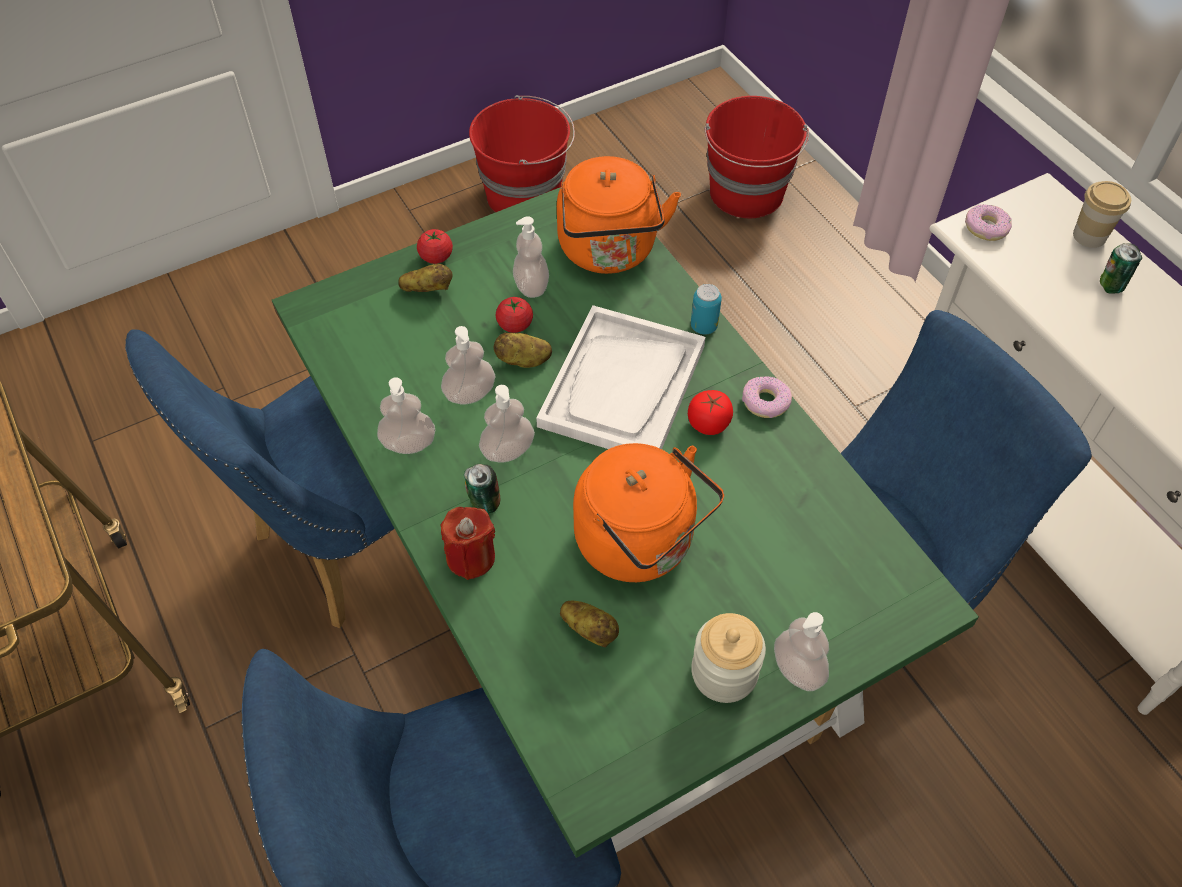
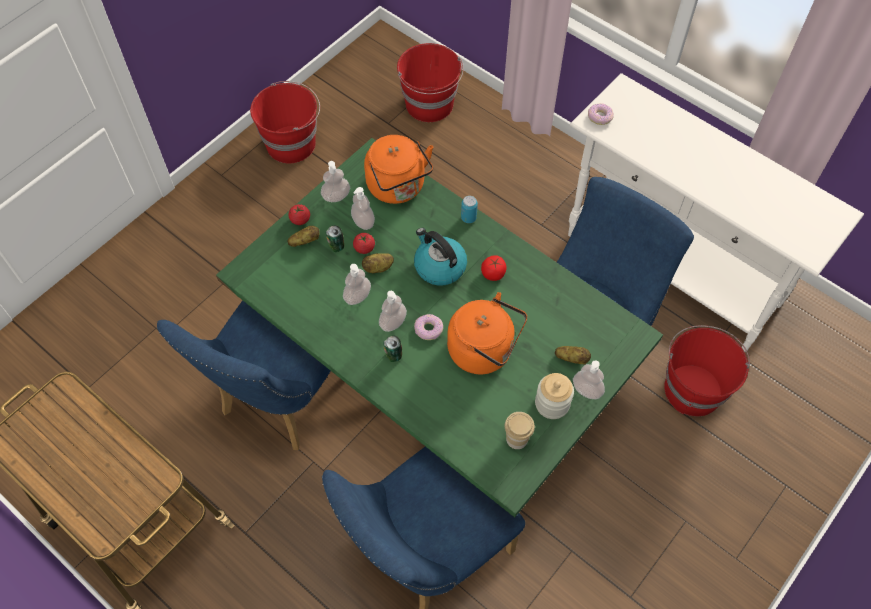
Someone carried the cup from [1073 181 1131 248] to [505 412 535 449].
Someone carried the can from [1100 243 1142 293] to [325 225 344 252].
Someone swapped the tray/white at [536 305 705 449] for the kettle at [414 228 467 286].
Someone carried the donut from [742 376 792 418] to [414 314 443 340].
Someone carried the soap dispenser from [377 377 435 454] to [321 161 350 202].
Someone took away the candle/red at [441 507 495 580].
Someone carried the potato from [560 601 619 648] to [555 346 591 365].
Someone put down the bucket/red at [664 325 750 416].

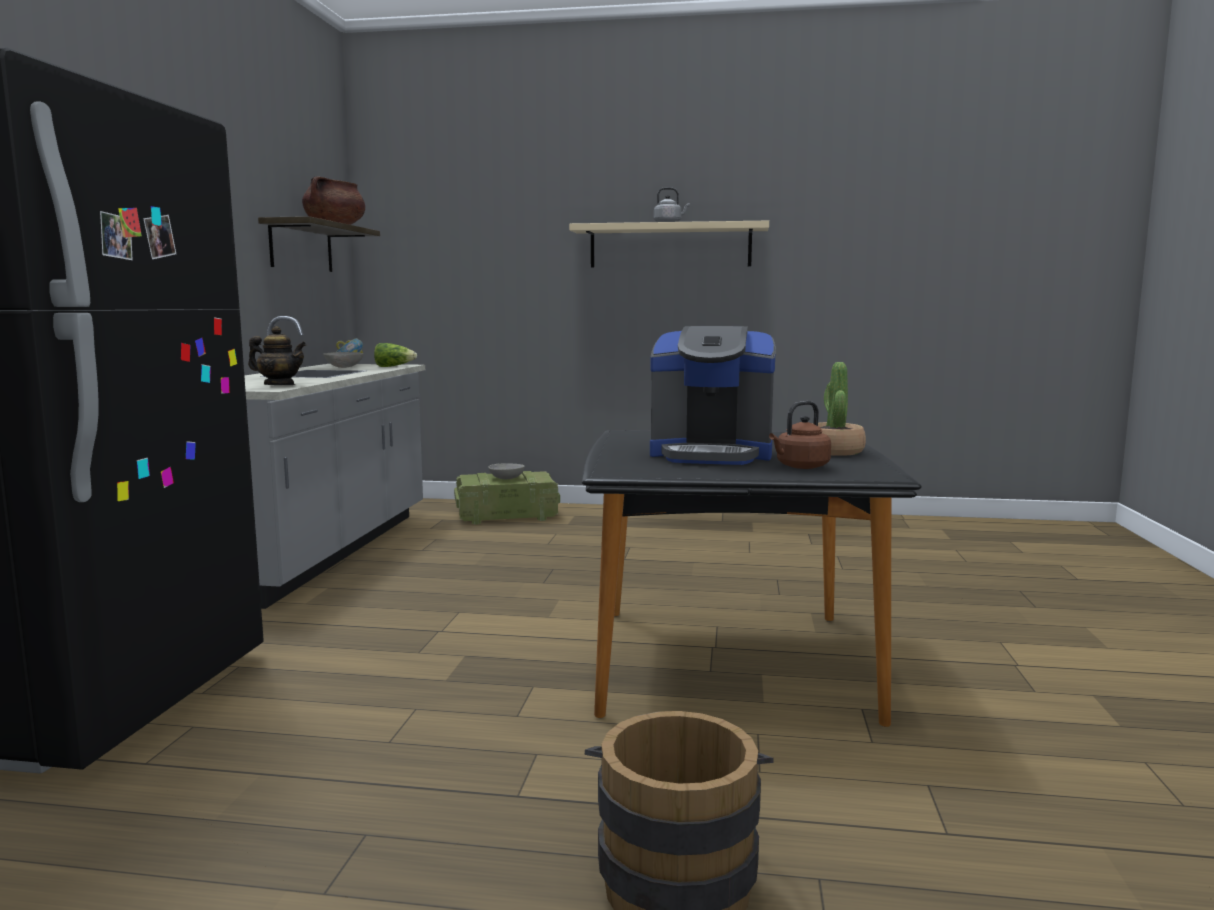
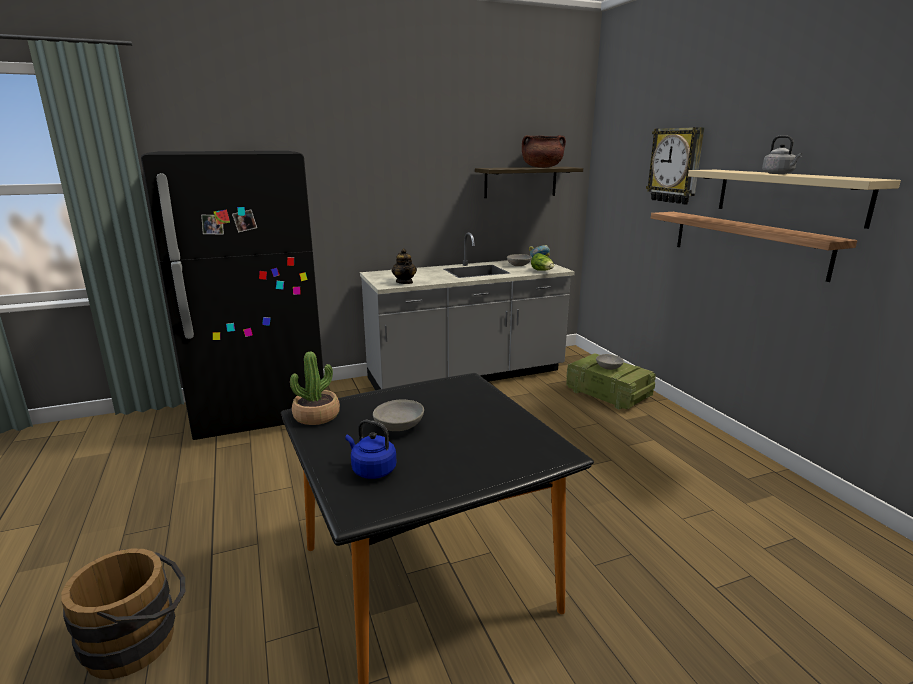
Someone swapped the coffee machine at [650 326 776 465] for the bowl/grey at [373 399 424 431].
Someone carried the potted plant from [812 362 866 456] to [290 352 340 425].
Someone repainted the kettle/brown at [769 401 831 469], which became the kettle/blue at [346 420 396 479].
Someone put up the wall clock at [646 127 704 204].
Someone put up the shelf at [651 212 857 282].

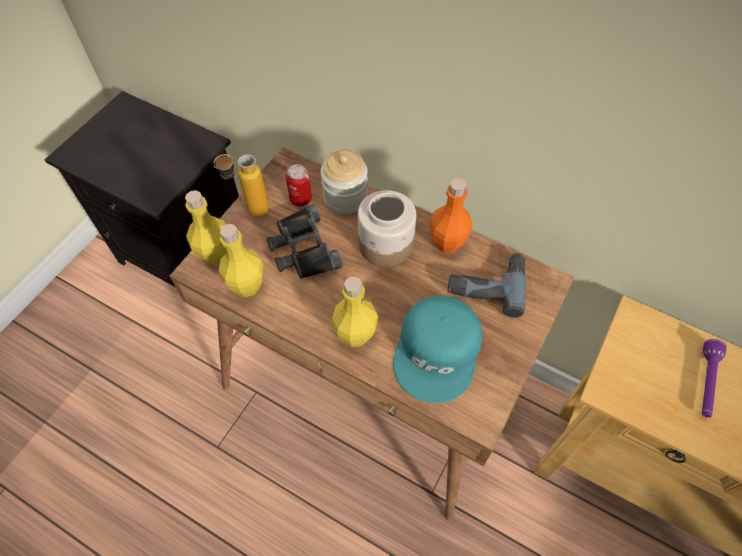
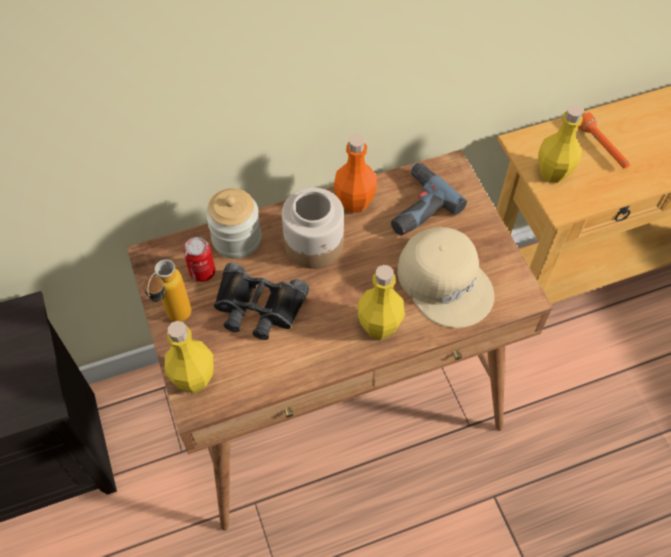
Someone carried the bottle/yellow from [219 224 263 297] to [538 105 583 183].
Someone repainted the cap/turquoise at [393 295 483 403], which became the cap/beige at [397 227 494 328].
Someone repainted the flashlight/purple at [702 339 726 418], which became the flashlight/orange at [578 112 630 169].

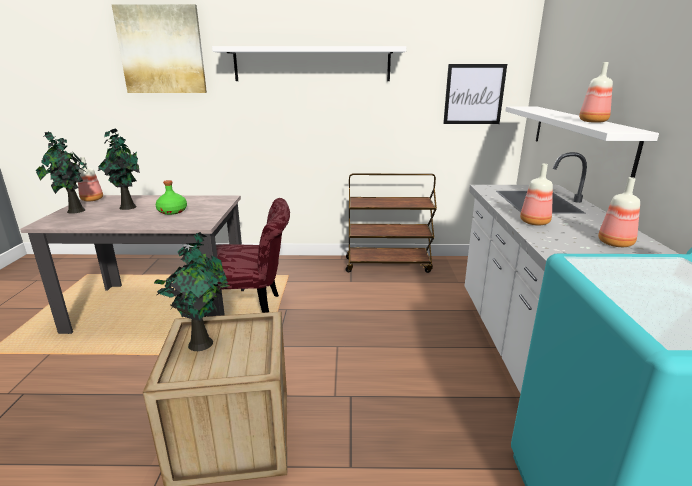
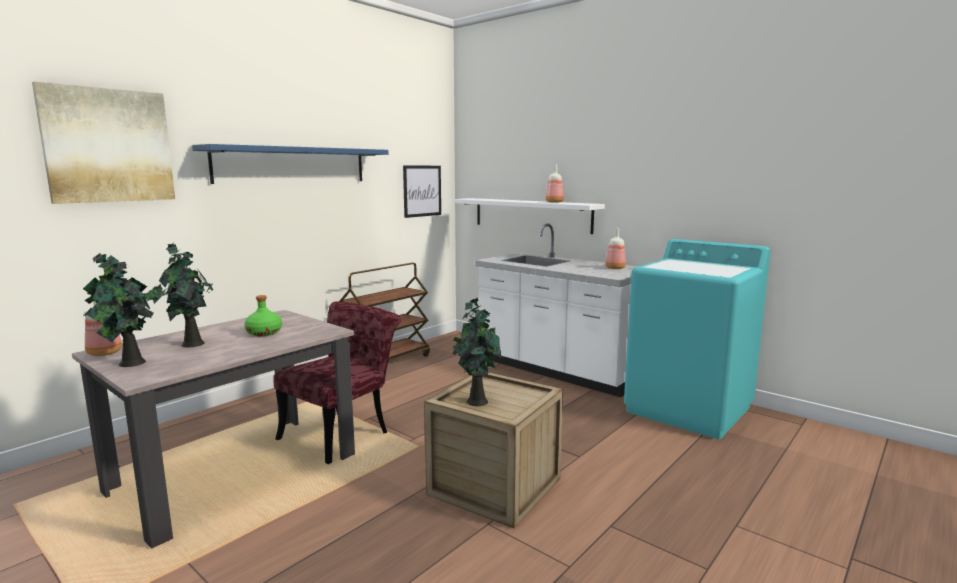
Someone repainted the shelf/white at [212 46 406 81], which became the shelf/blue at [192 144 388 184].
Someone took away the bottle at [520 164 553 226].

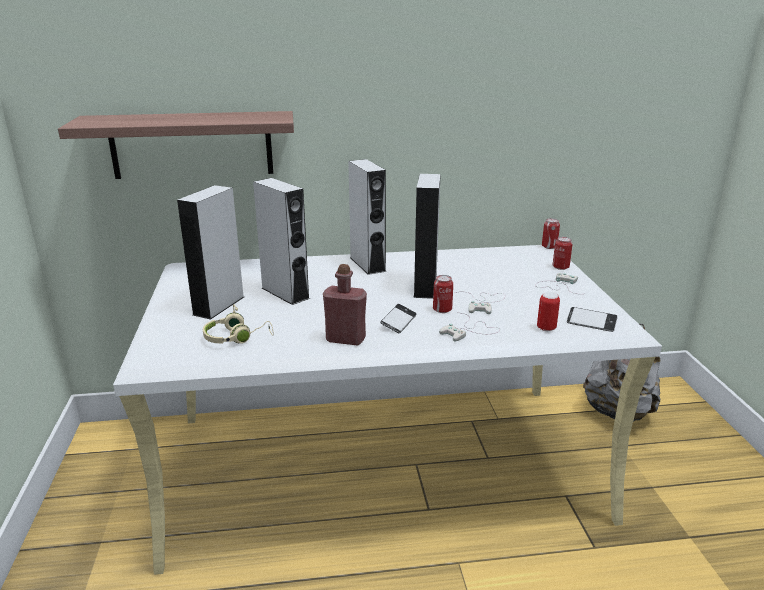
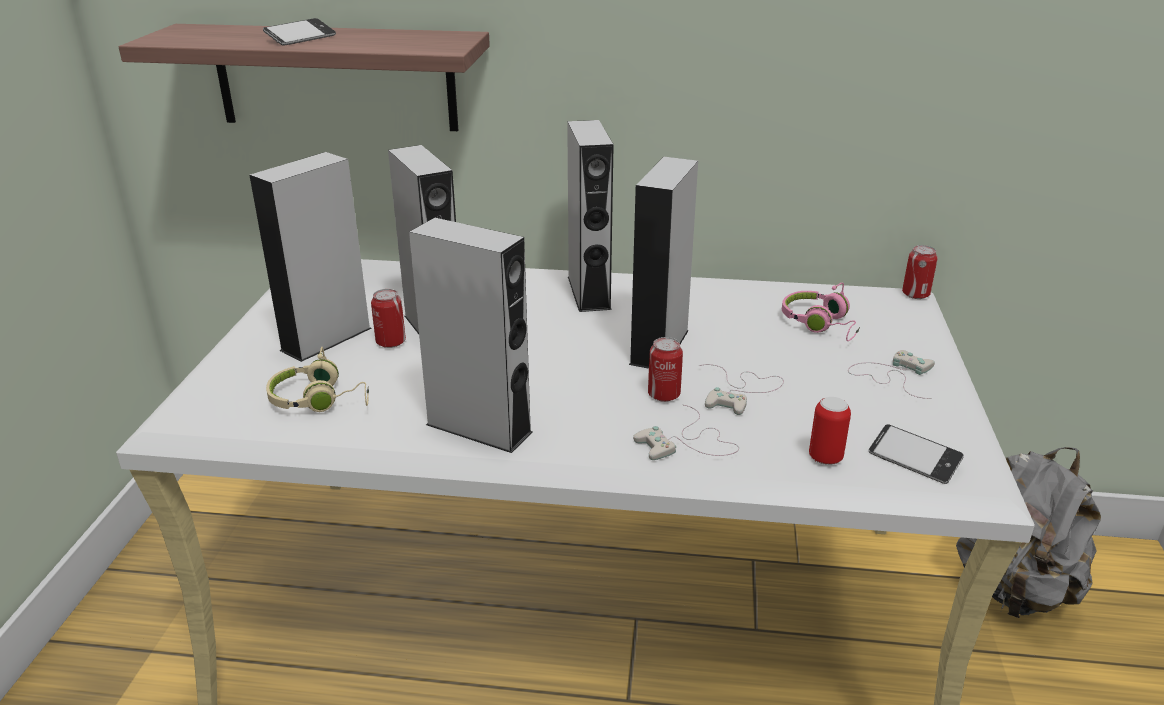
Someone carried the can from [553 237 572 270] to [371 289 406 348].
Someone swapped the bottle/red at [323 264 367 346] for the speaker/grey at [409 218 532 453].
Someone carried the phone from [380 304 417 333] to [263 18 336 46].
Someone put down the headphones/pink at [782 282 860 341].

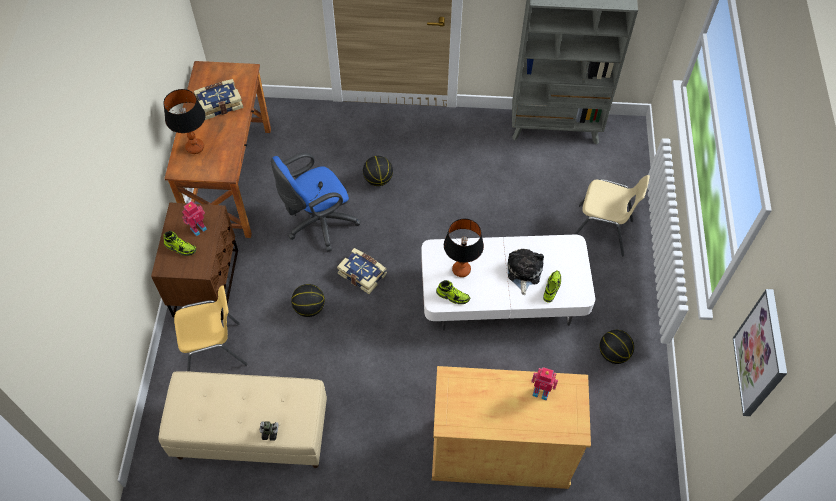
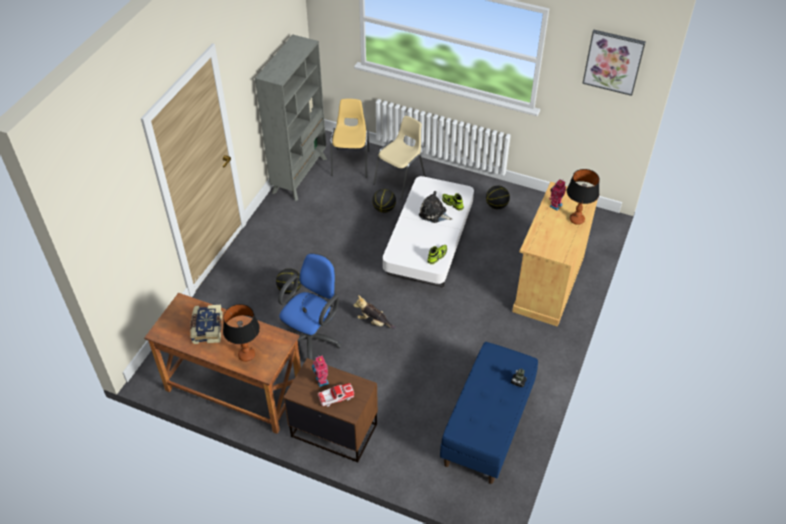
Someone rotated the office chair/blue at [271 153 361 252] by 135 degrees counterclockwise.
Someone carried the table lamp from [444 219 484 277] to [567 169 600 225].
Someone swapped the shoe at [164 231 196 256] for the toy car at [318 383 354 407].
Someone swapped the book at [337 248 387 294] for the plush toy at [353 295 396 329].
Someone carried the basketball from [291 284 325 317] to [372 189 396 213].
Someone carried the chair/yellow from [174 285 247 372] to [330 98 369 178].
Someone repainted the bench/beige at [158 371 327 468], which became the bench/blue at [440 342 538 484].

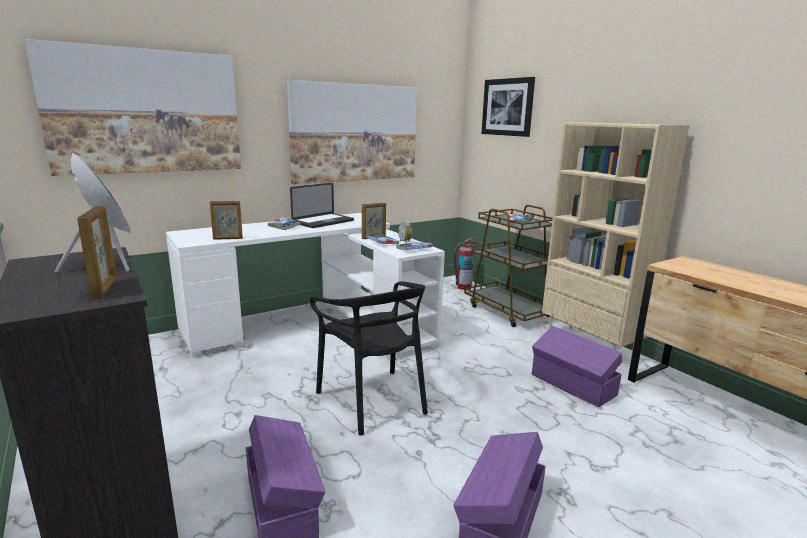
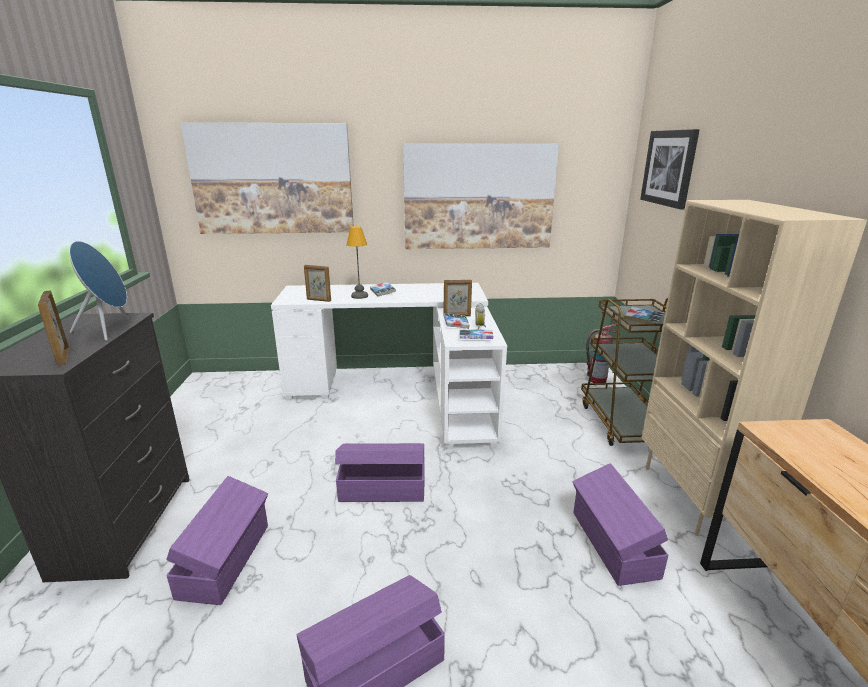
Someone took away the laptop at [290 183 354 228].
Someone rotated the picture frame at [77 206 117 300] by 135 degrees clockwise.
Someone swapped the chair/black at [310 282 428 436] for the storage box/purple at [335 443 424 502].
Someone put down the table lamp at [346 226 368 299].

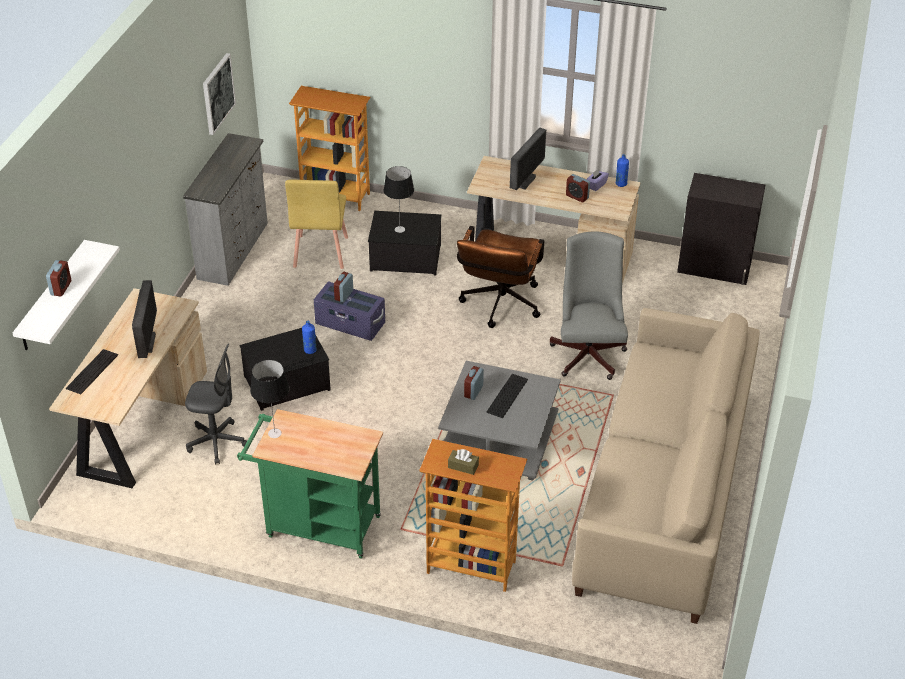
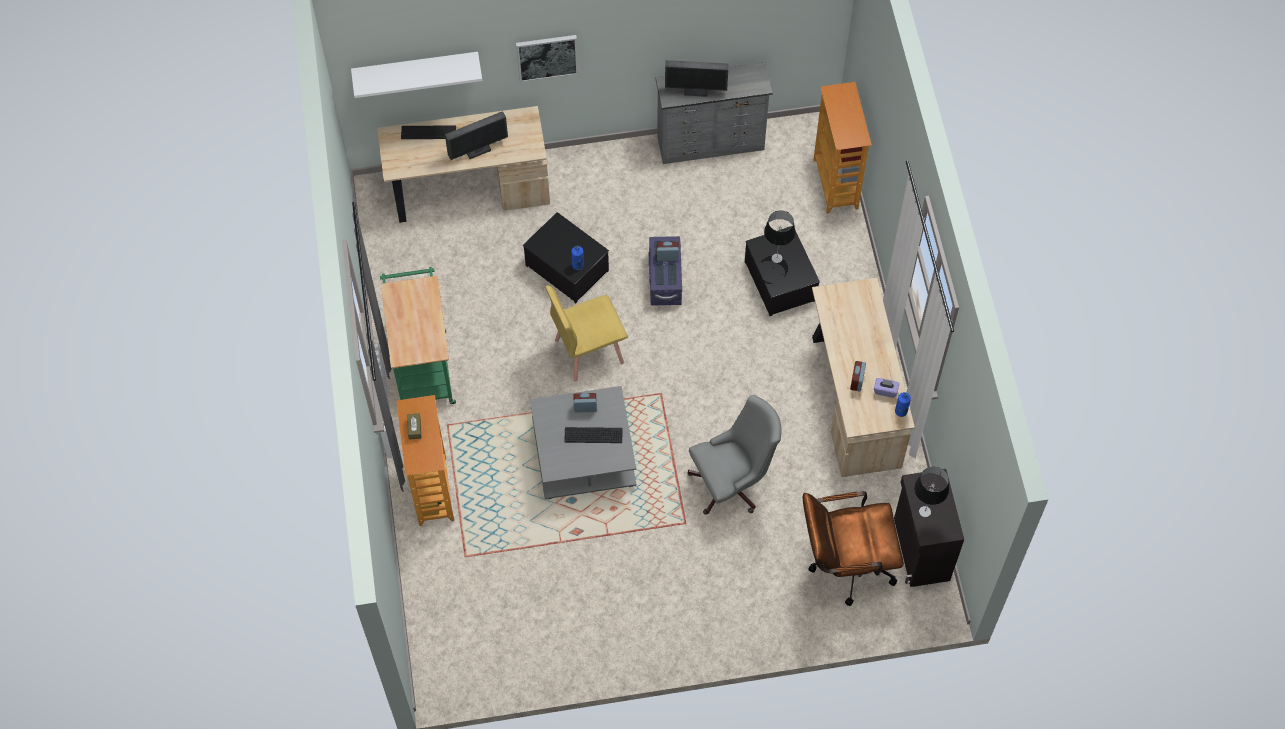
Someone carried the picture from [203 53 236 135] to [516 35 579 82].
Someone carried the monitor from [510 127 546 190] to [665 60 729 97].
Someone carried the chair/yellow from [285 180 348 269] to [545 285 628 382].
Someone carried the office chair/brown from [457 226 544 328] to [803 491 904 606].
Someone took away the alarm clock at [46 260 71 297].
Someone took away the sofa/beige at [572 308 759 624].
Someone took away the office chair/grey at [185 344 247 465].
Someone carried the table lamp from [250 360 289 438] to [914 466 949 517].

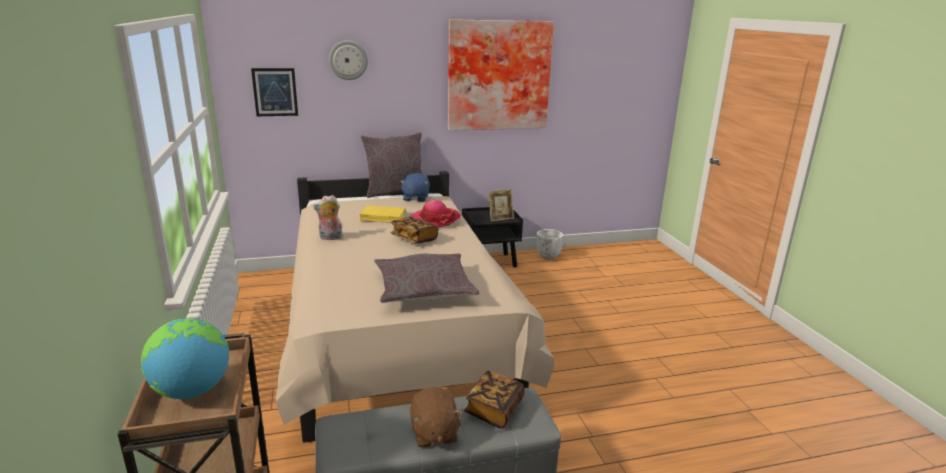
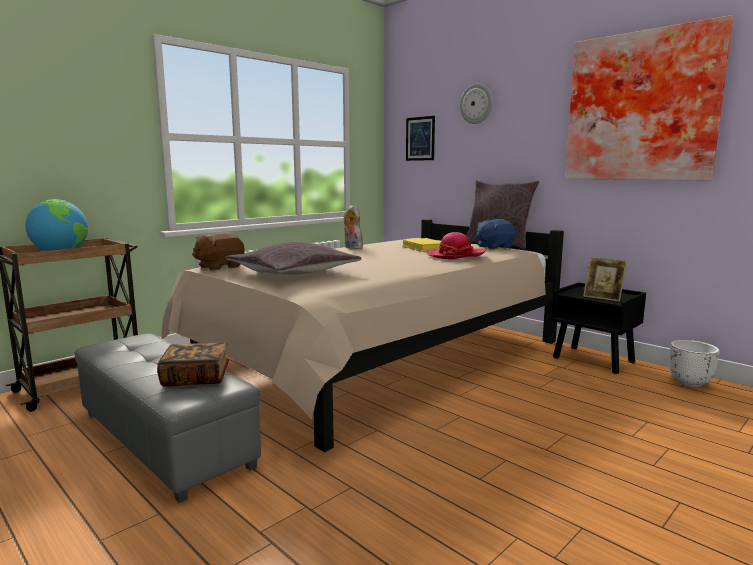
Someone took away the book at [391 217 438 244].
Someone carried the plush toy/brown from [410 388 463 448] to [192 232 244 271].

